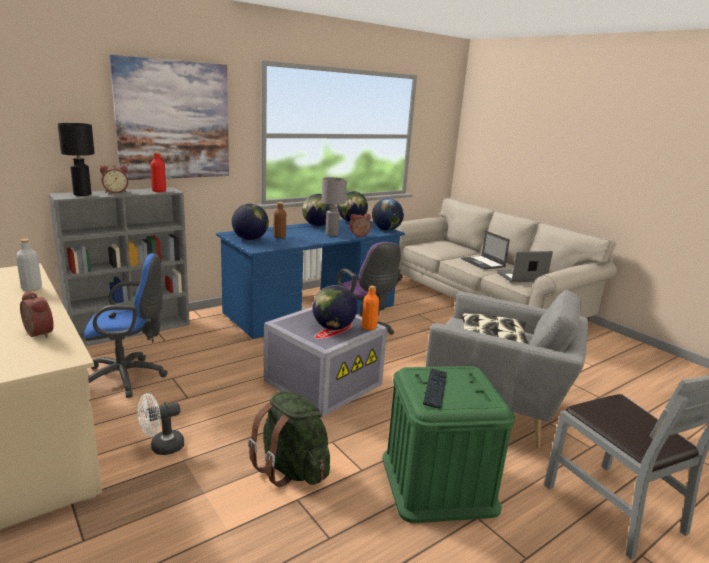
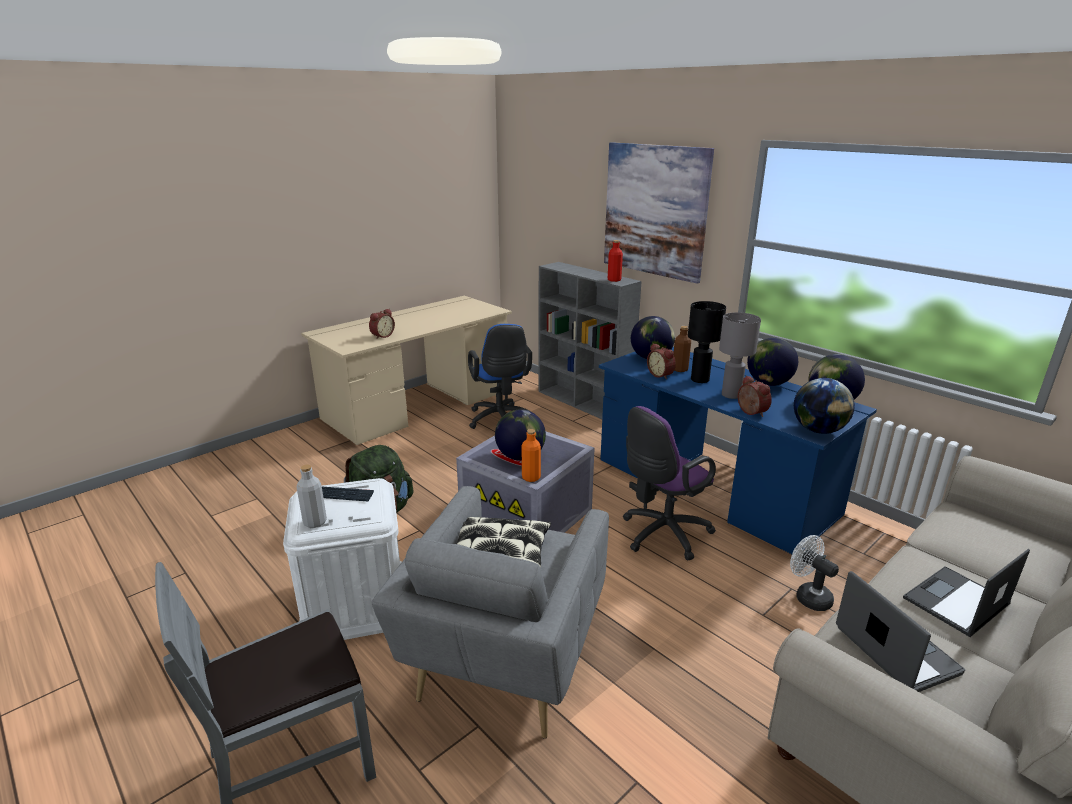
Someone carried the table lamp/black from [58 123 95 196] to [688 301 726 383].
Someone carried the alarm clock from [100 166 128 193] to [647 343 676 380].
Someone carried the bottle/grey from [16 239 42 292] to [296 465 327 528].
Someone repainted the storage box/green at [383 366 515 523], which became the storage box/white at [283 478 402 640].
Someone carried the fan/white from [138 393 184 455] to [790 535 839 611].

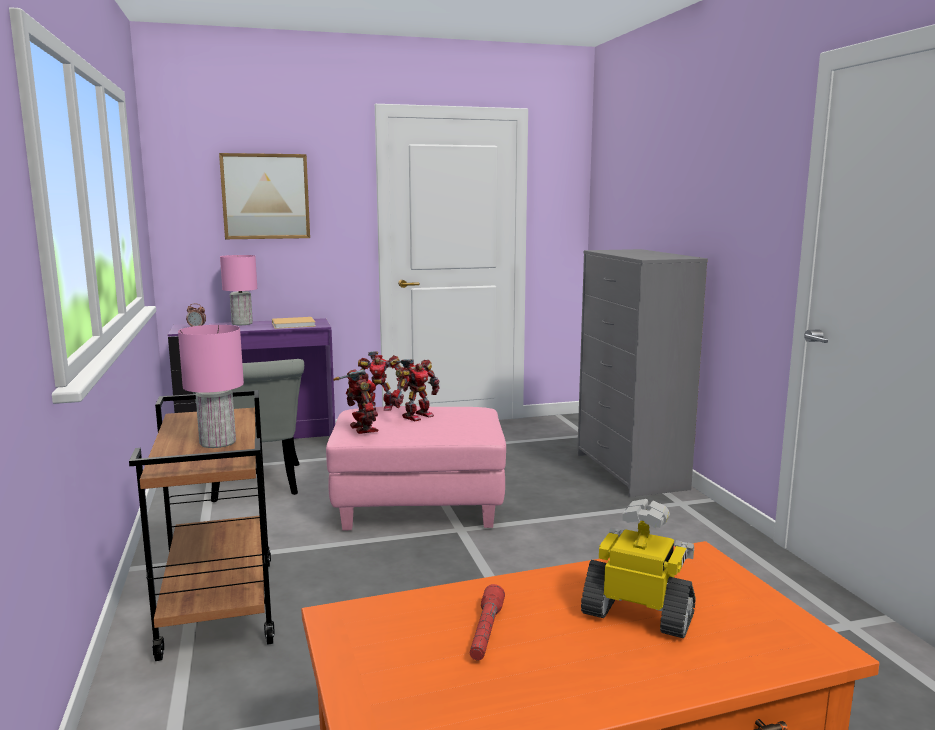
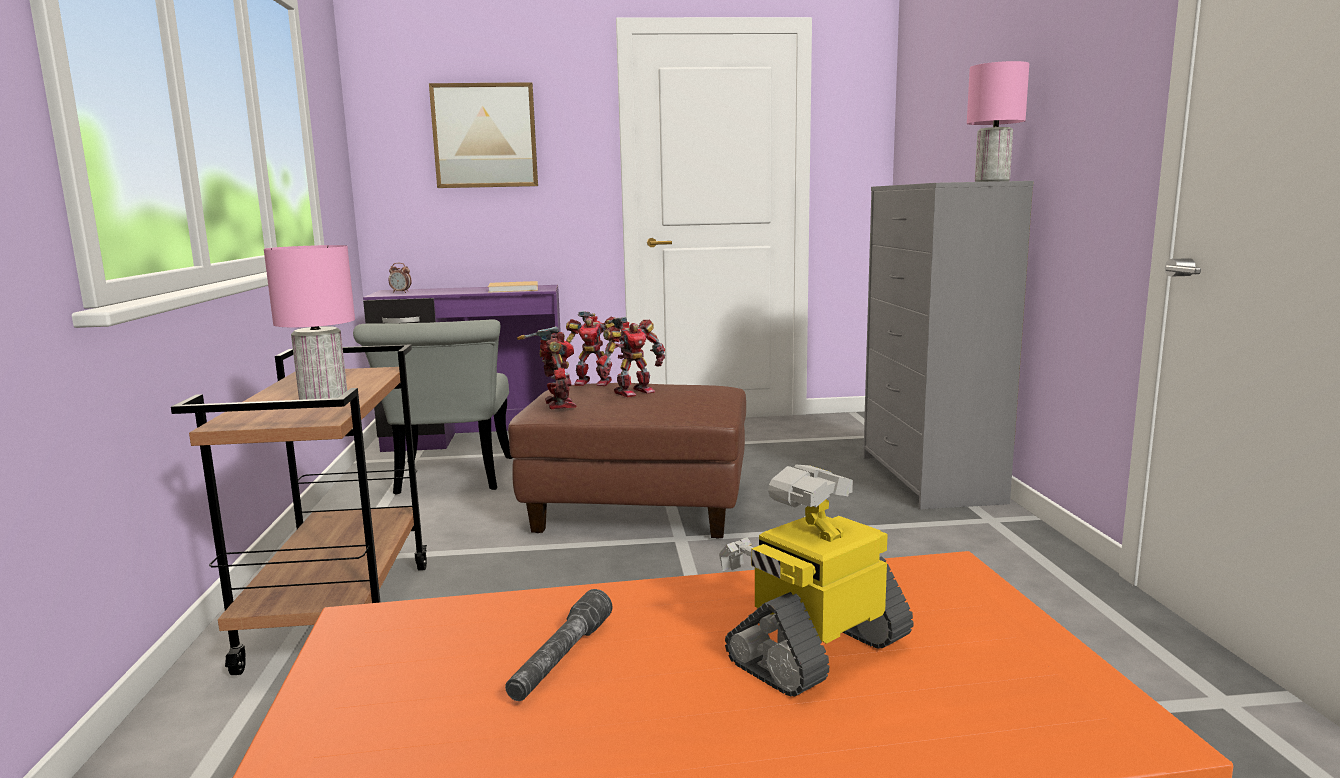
Someone carried the table lamp/pink from [220 255 257 325] to [967 61 1029 182].
Someone repainted the ottoman/pink at [326 406 506 531], which became the ottoman/brown at [508 383 746 539].
Someone rotated the toy robot at [581 499 696 638] by 75 degrees counterclockwise.
Someone repainted the flashlight/red at [470 584 505 660], which became the flashlight/grey at [505 589 612 701].

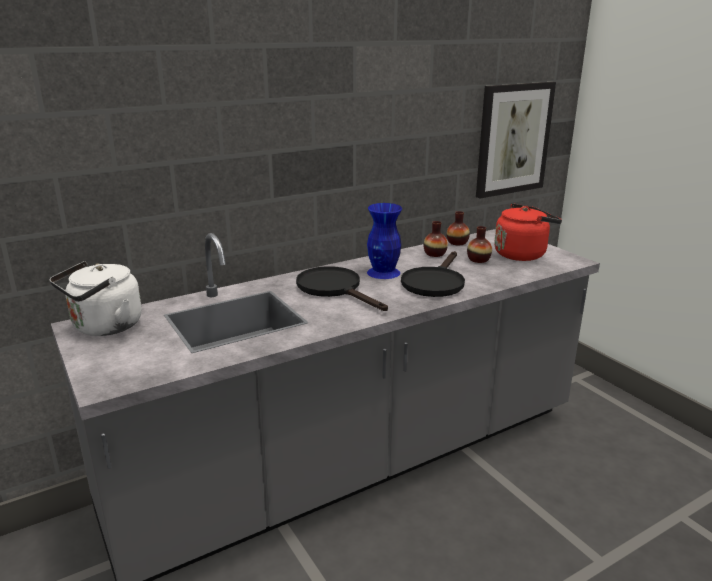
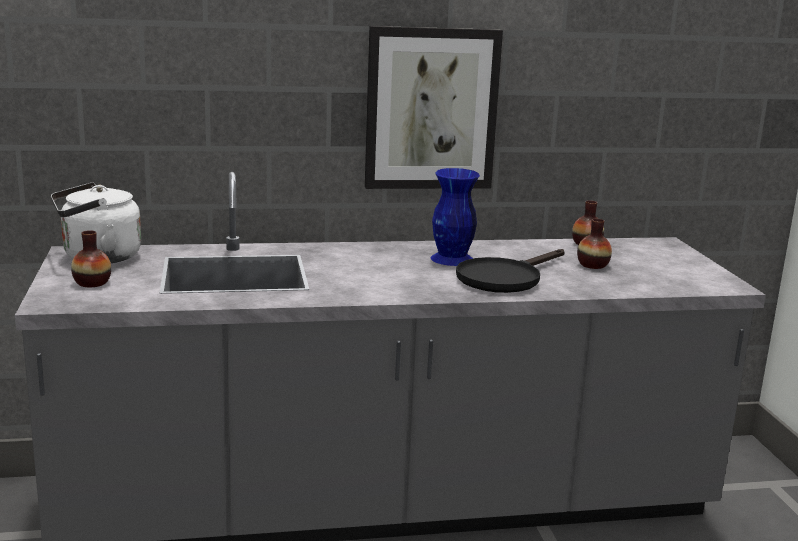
Someone carried the picture from [476 82 556 199] to [365 26 503 189].
Someone took away the kettle/red at [494 203 562 261].
Someone carried the vase from [424 221 448 257] to [71 230 111 287].
Someone took away the frying pan/black at [296 266 388 311].

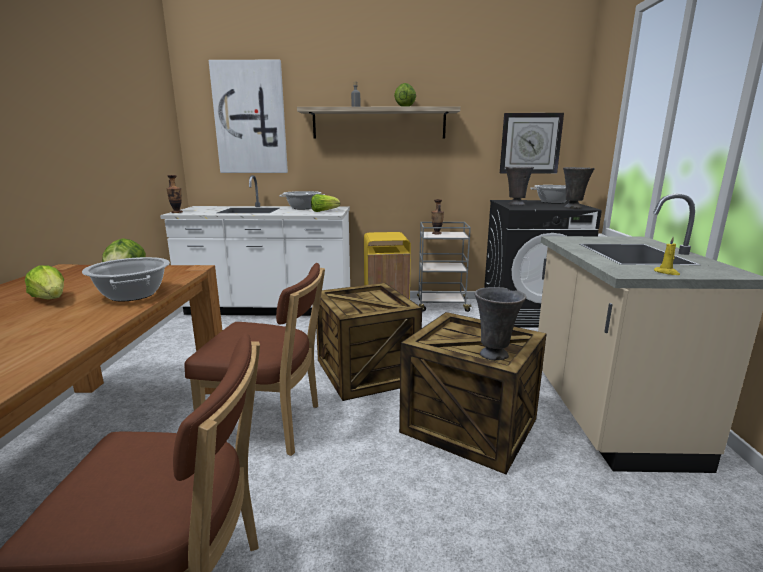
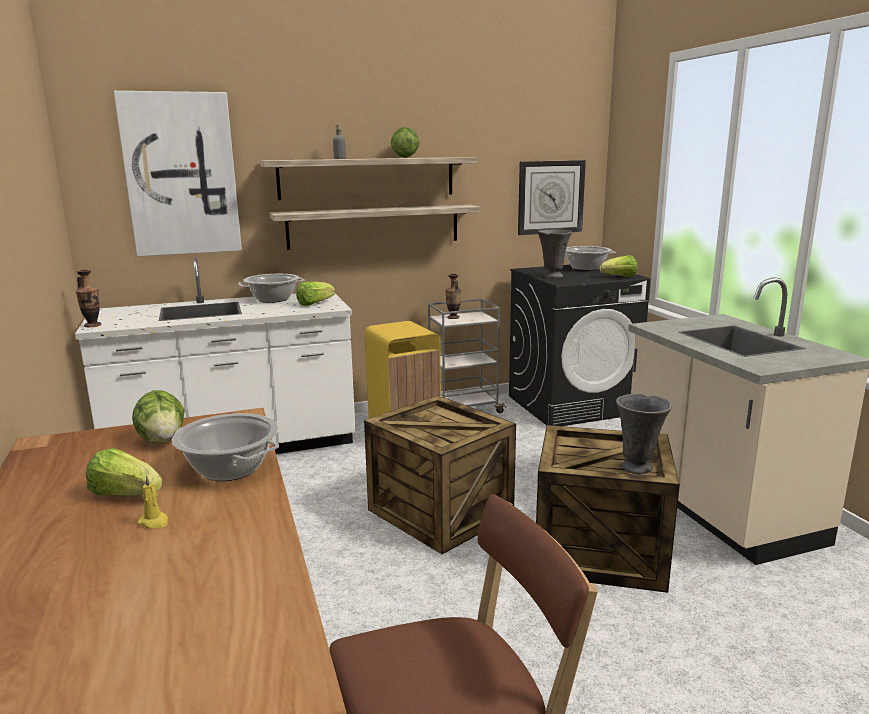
Someone swapped the vase/grey at [563 167 595 209] for the lettuce at [599 255 637 277].
Someone carried the candle/yellow from [654 237 680 275] to [138 475 168 528].
Someone took away the chair/brown at [185 263 325 456].
Someone put up the shelf at [270 204 481 250].

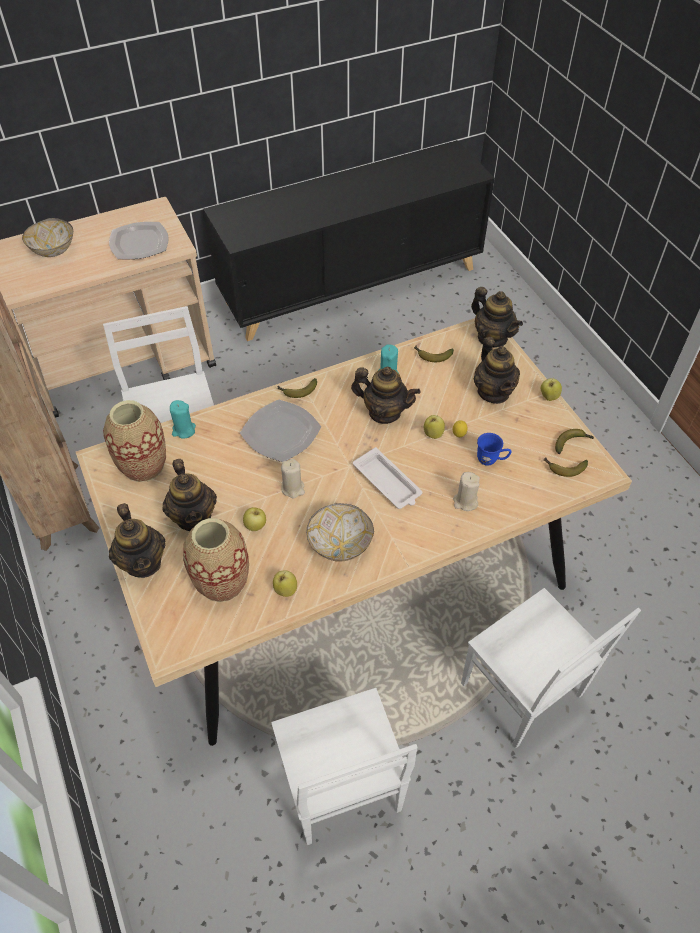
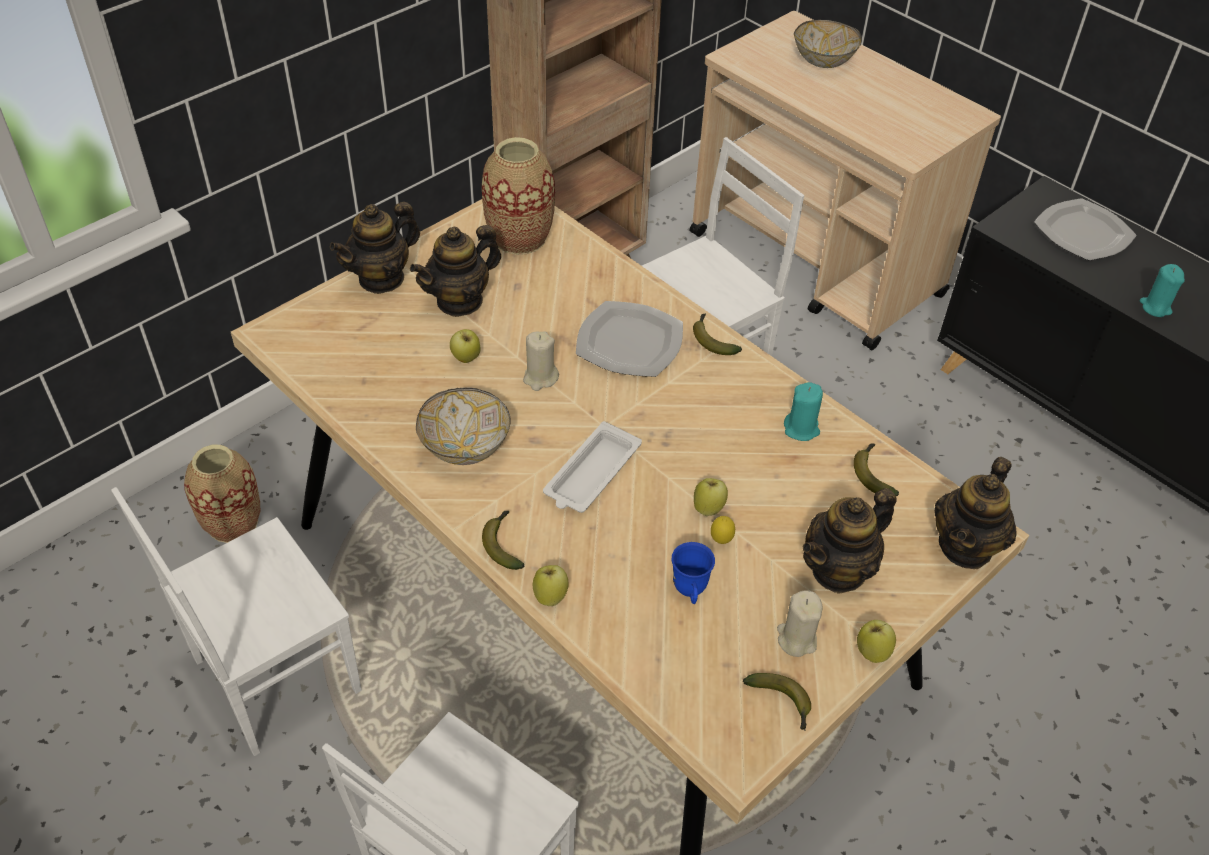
Someone carried the plate from [109 222 169 259] to [1034 198 1137 261].
Someone took away the teapot at [351 366 421 424].
Someone carried the candle/turquoise from [170 400 196 438] to [1140 264 1185 317].
Someone carried the banana from [544 457 588 477] to [482 511 525 570].
Someone carried the candle/beige from [453 472 480 511] to [777 590 823 657].
Someone carried the vase from [183 518 249 602] to [184 445 260 543].
Someone carried the apple from [273 570 297 597] to [533 565 568 606].

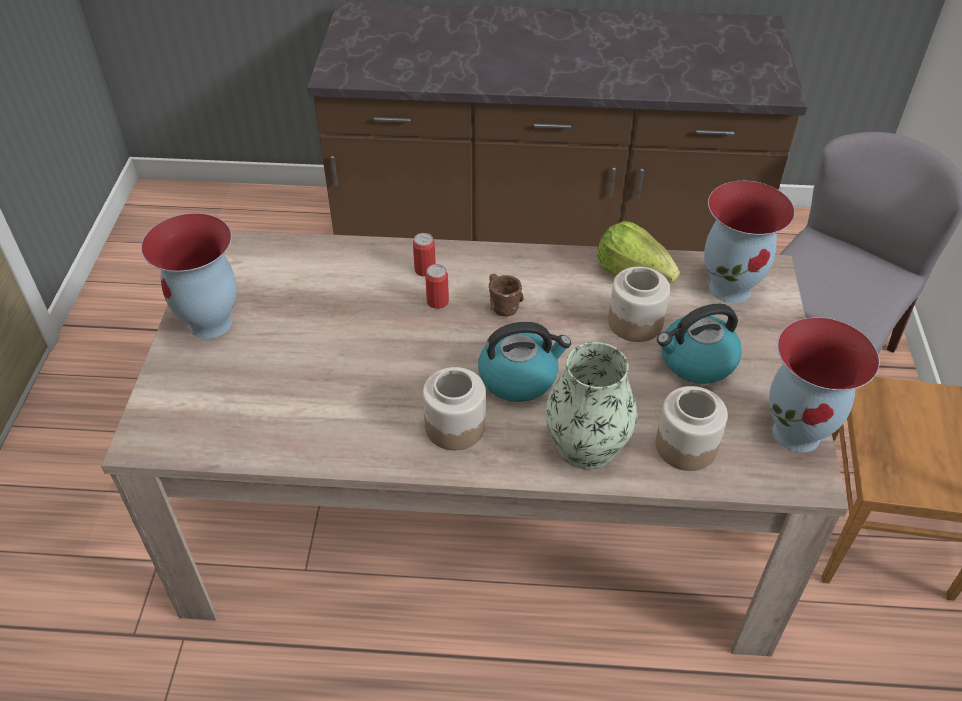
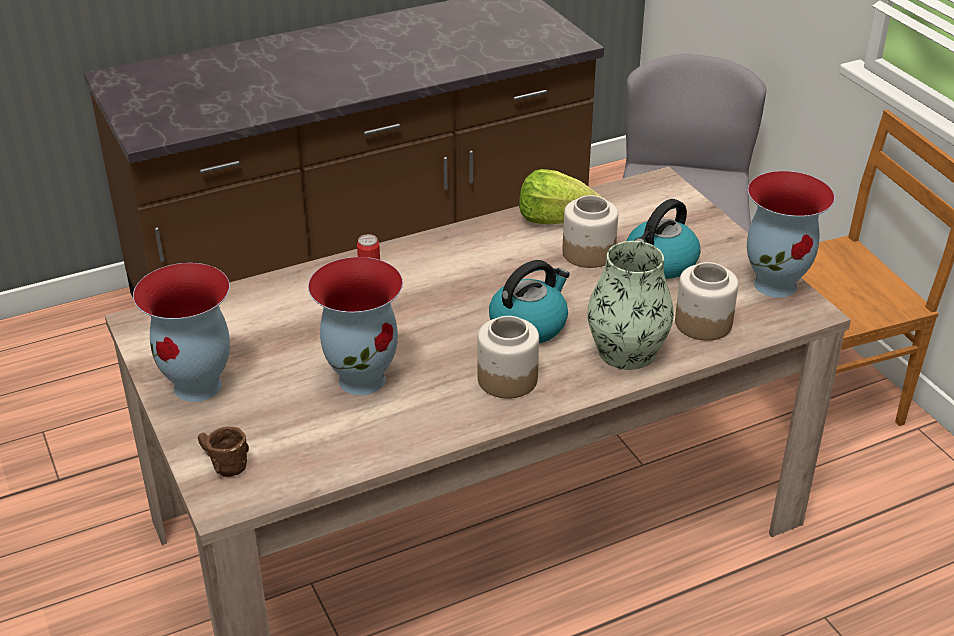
Someone carried the vase from [704 181 795 303] to [308 257 403 395].
Someone took away the can at [425 264 449 309].
Someone carried the mug/brown from [489 274 524 317] to [198 427 249 477].

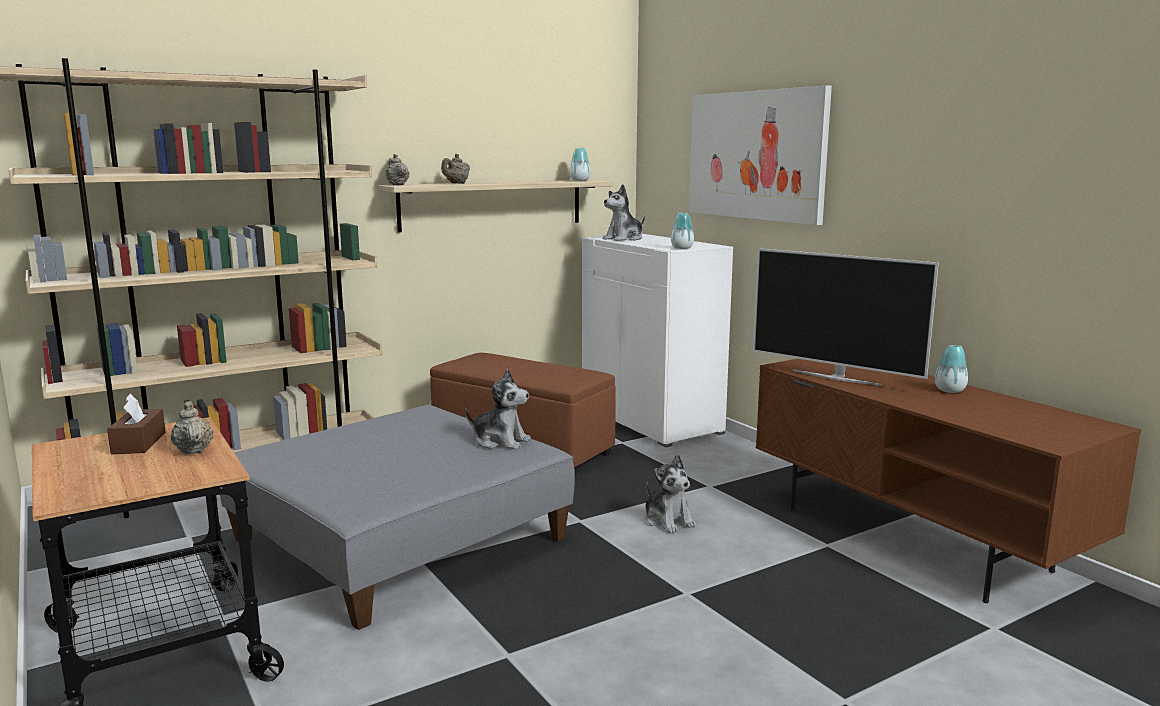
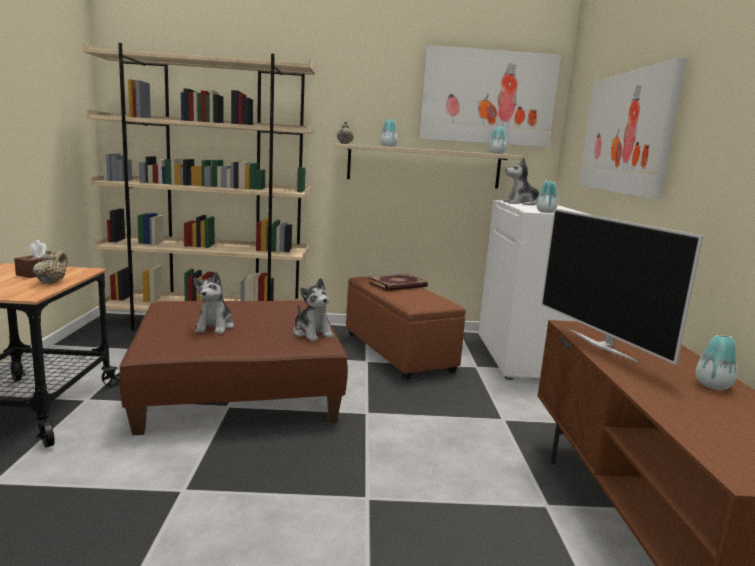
Someone swapped the teapot/beige at [441 154 470 184] for the vase at [380 119 397 147].
Someone repainted the ottoman/grey at [220 405 575 630], which became the ottoman/brown at [119 301 348 435].
Someone carried the plush toy from [645 454 696 533] to [193 272 234 334].
Someone put up the picture at [419 45 561 147].
Someone put down the book at [369 274 428 291].

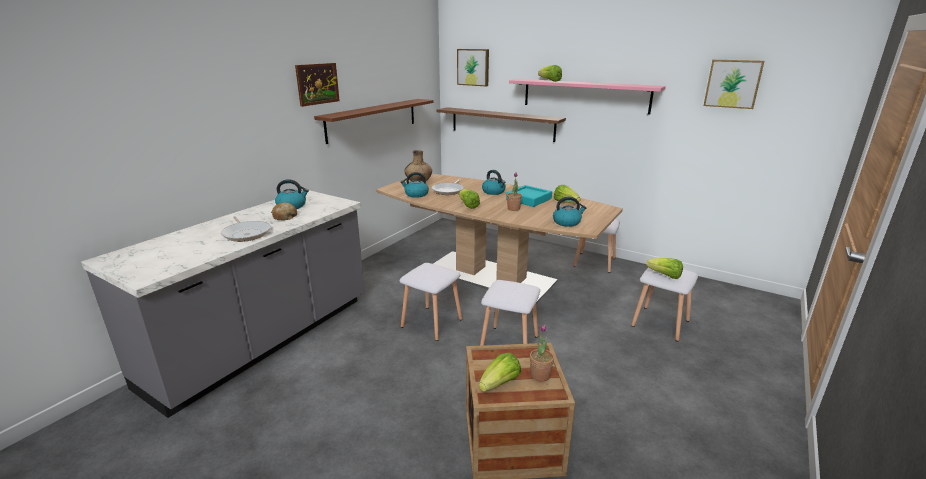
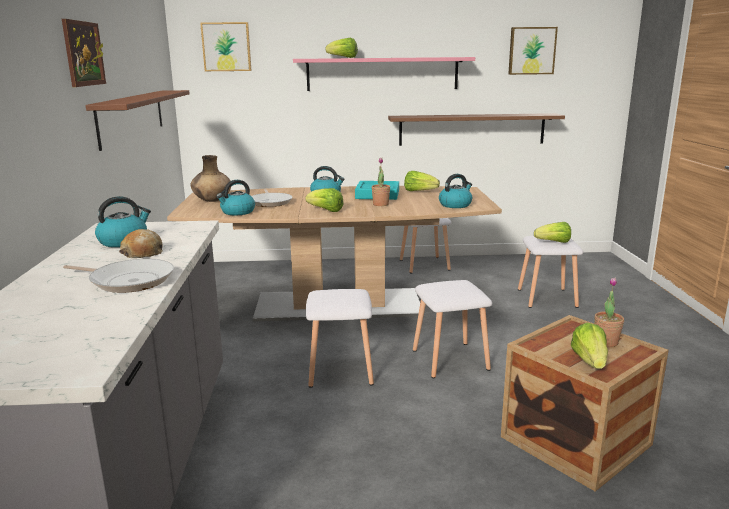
Someone carried the shelf/brown from [437 107 566 142] to [388 113 565 146].

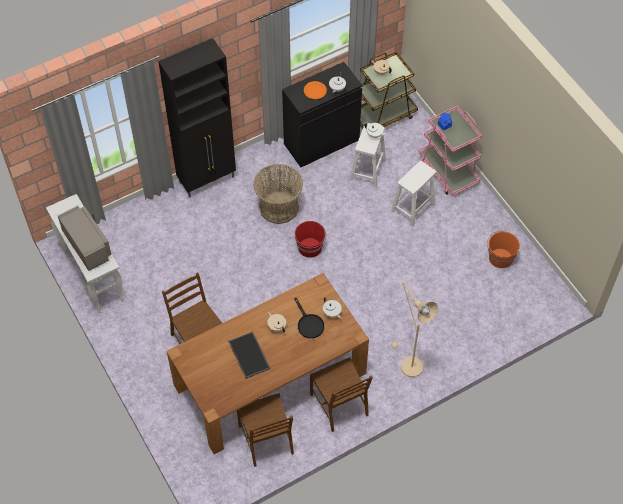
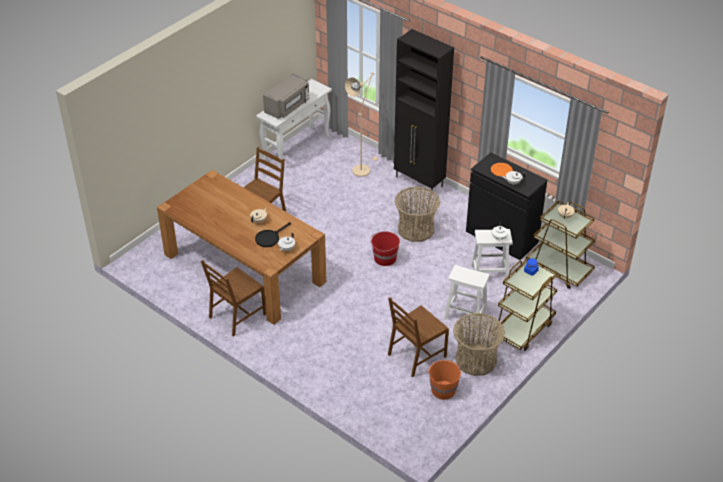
Someone repainted the cart/pink at [418 106 482 196], which became the cart/brown at [492 257 558 351].
Someone carried the floor lamp/beige from [388 281 438 377] to [345 73 378 177].
Someone took away the tray at [228 331 271 379].
Someone carried the chair/brown from [237 393 294 467] to [388 297 449 377].
Someone put down the basket at [453 313 505 376].

